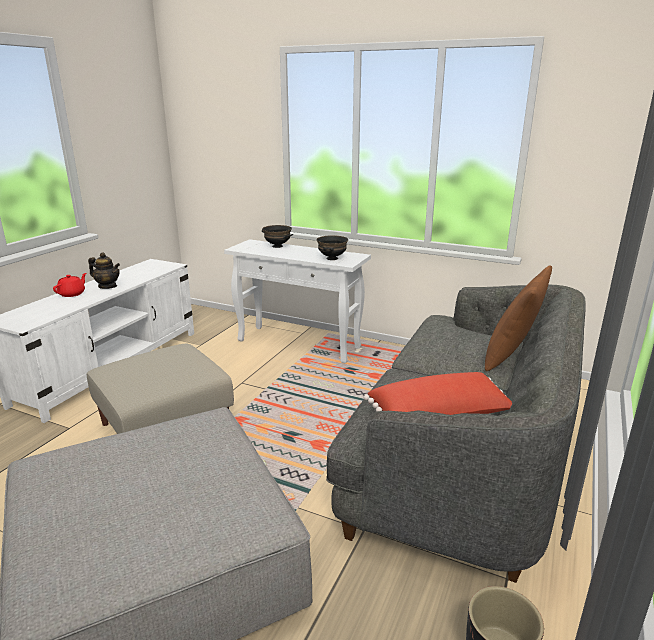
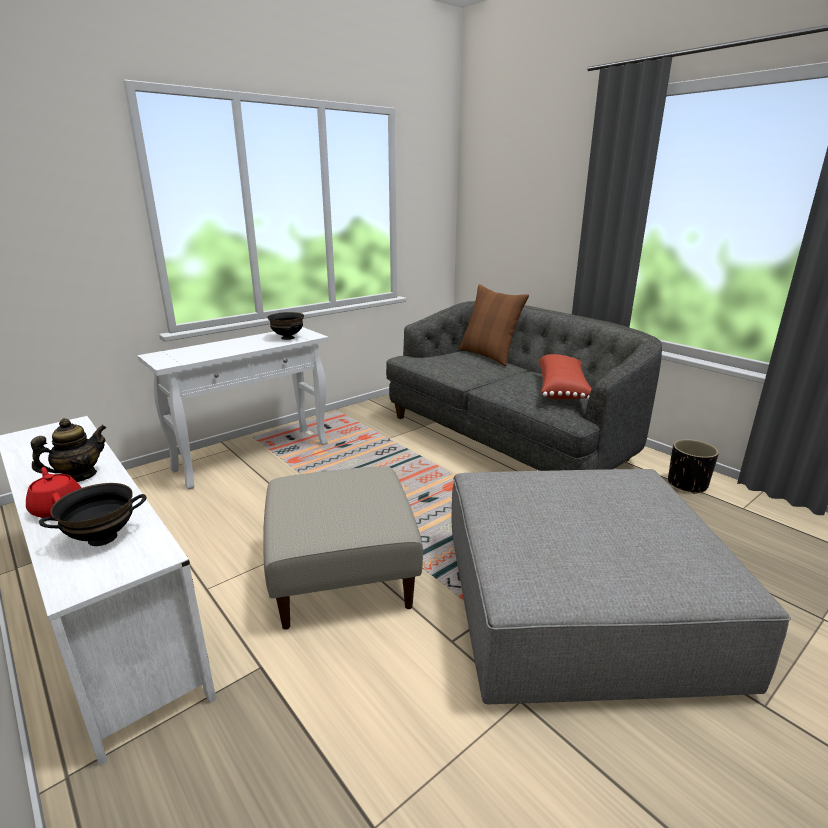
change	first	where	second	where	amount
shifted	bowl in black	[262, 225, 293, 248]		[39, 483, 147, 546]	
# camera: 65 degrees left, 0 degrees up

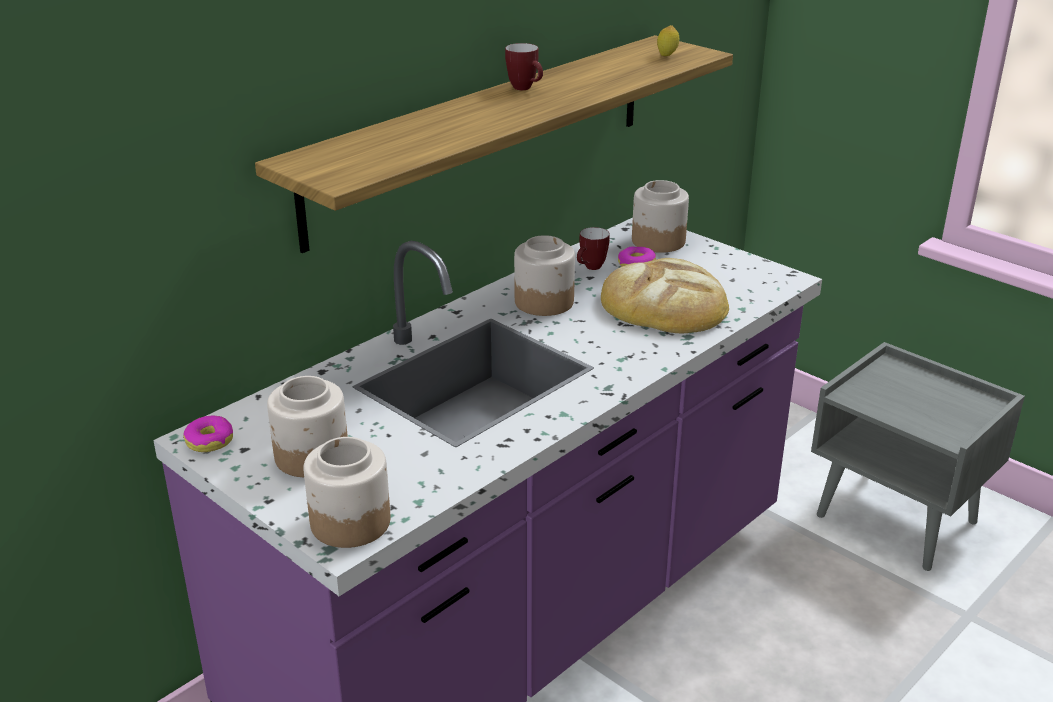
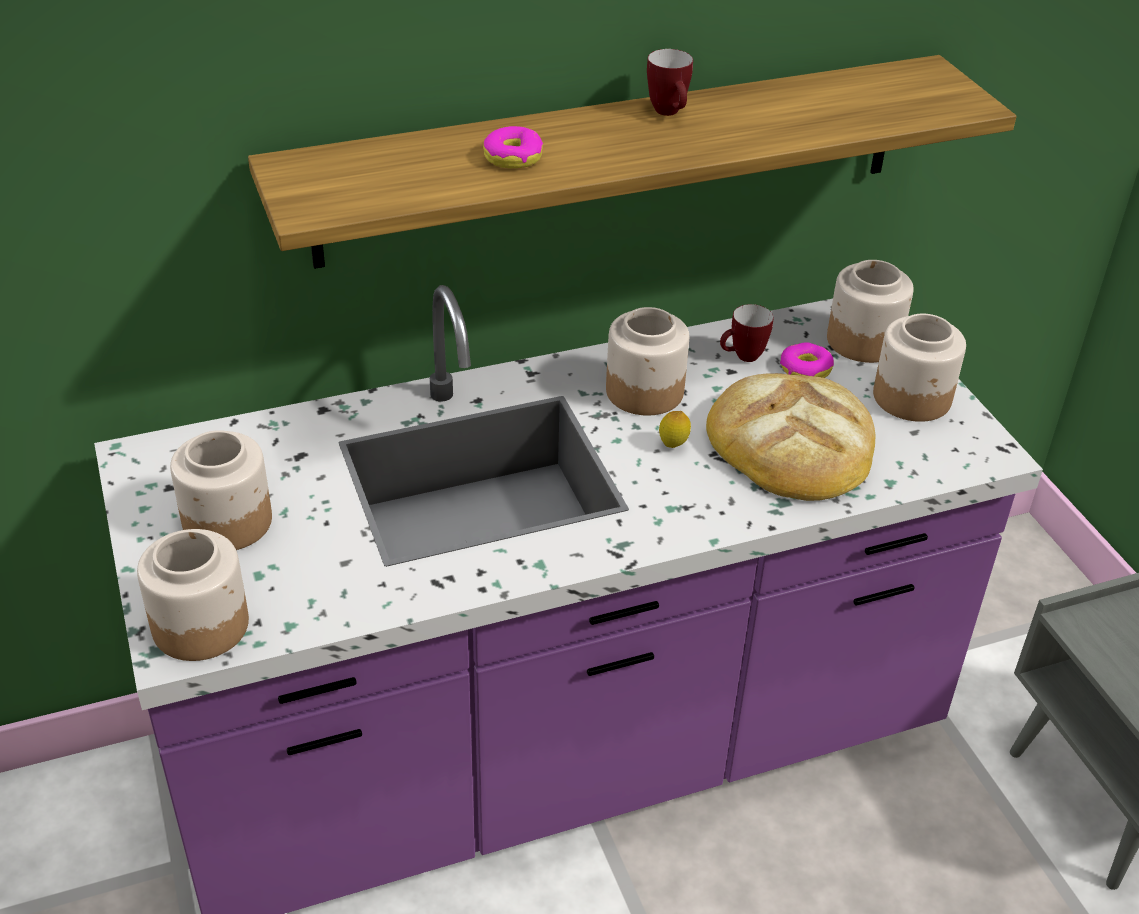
change	first	where	second	where	amount
shifted	ring doughnut	[183, 416, 233, 452]		[483, 126, 543, 168]	
shifted	lemon	[657, 25, 679, 56]		[659, 411, 691, 448]	
new			preserve jar	[873, 314, 966, 422]	
# camera: 25 degrees right, 10 degrees up

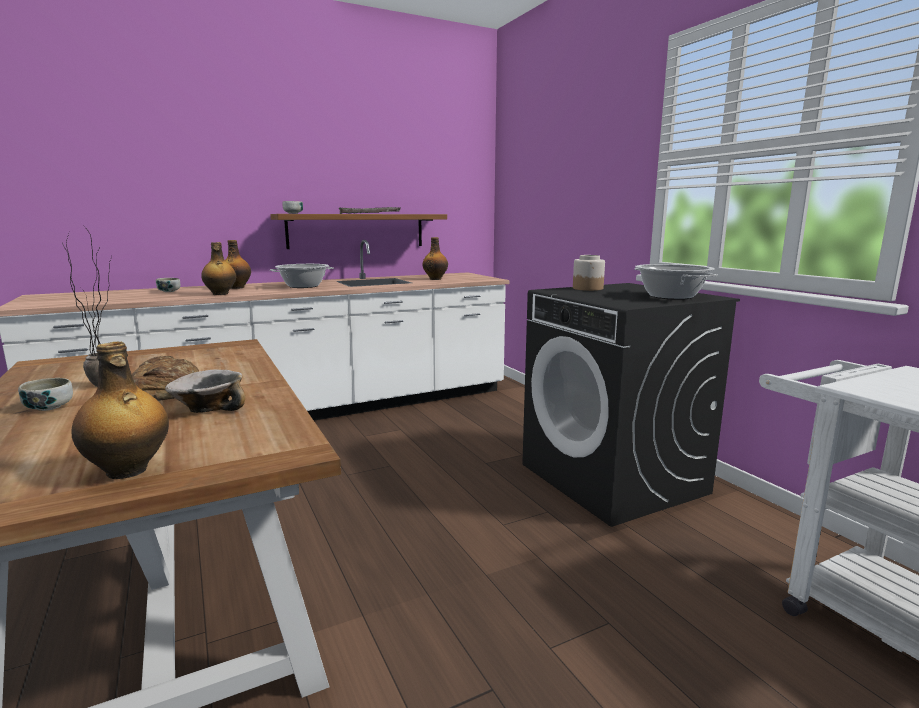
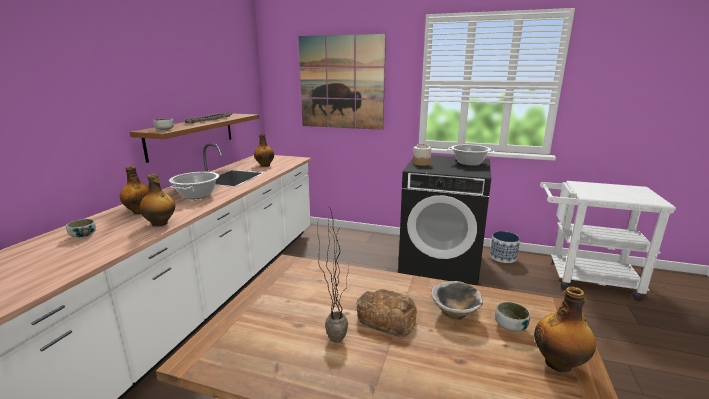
change	first	where	second	where	amount
shifted	bowl	[18, 378, 73, 411]		[495, 302, 531, 332]	
new			wall art	[298, 34, 386, 130]	
new			planter	[490, 231, 520, 263]	
# camera: 45 degrees left, 5 degrees up

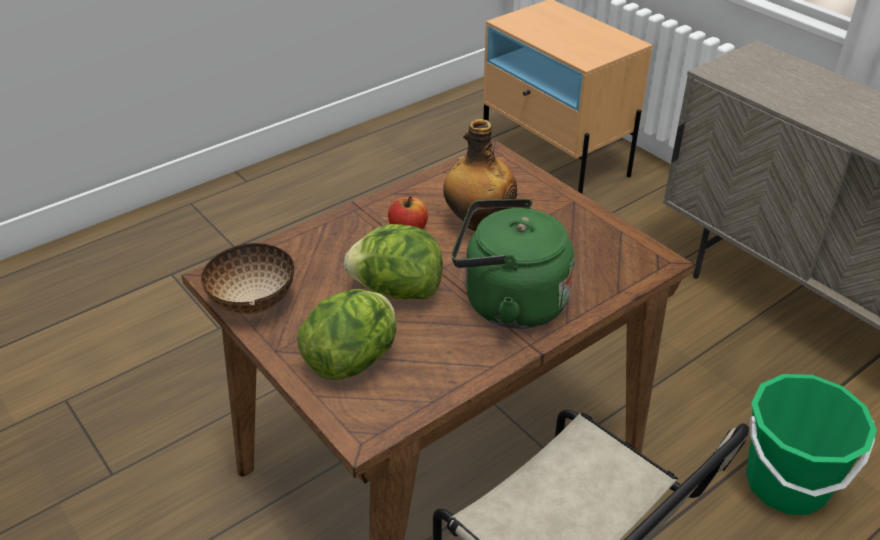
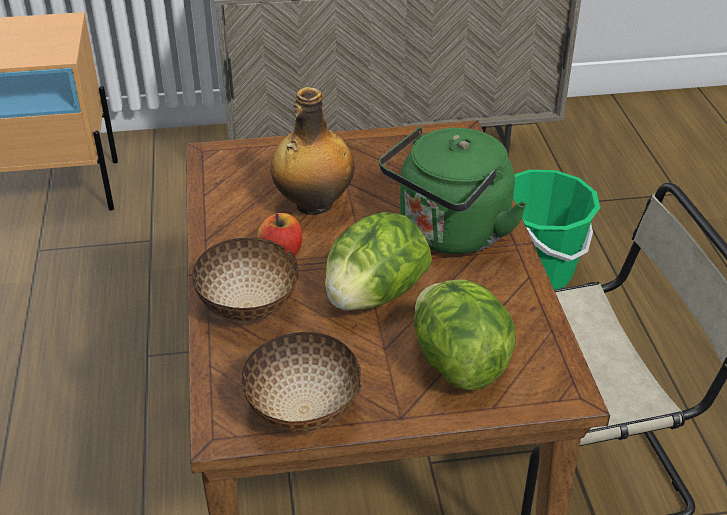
change	first	where	second	where	amount
new			bowl	[192, 238, 298, 321]	
# camera: 60 degrees left, 0 degrees up

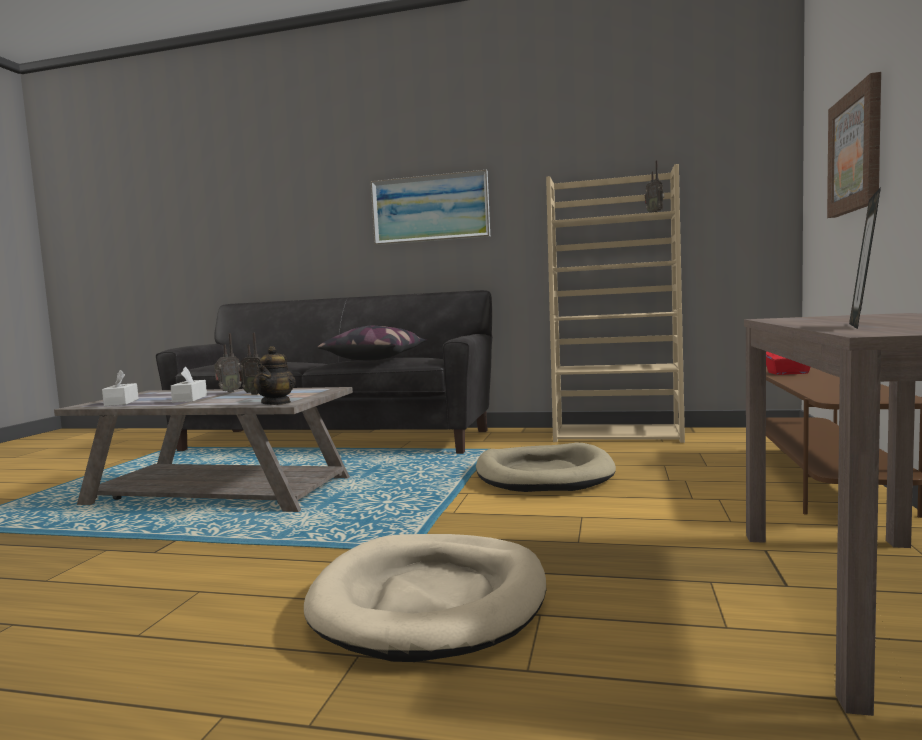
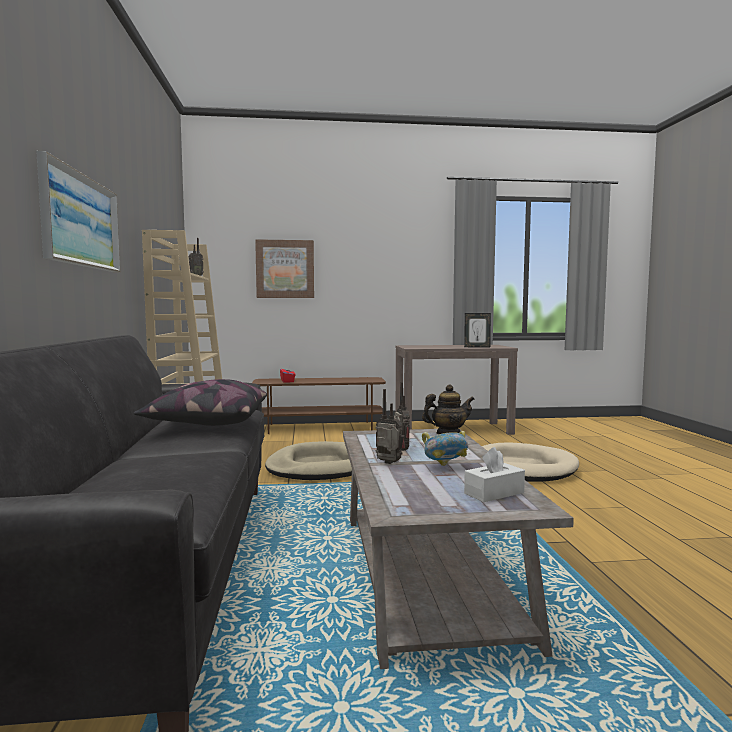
change	first	where	second	where	amount
swapped	box of tissues in whitish	[171, 367, 207, 403]	bowl	[422, 431, 468, 466]	
# camera: 110 degrees left, 0 degrees up

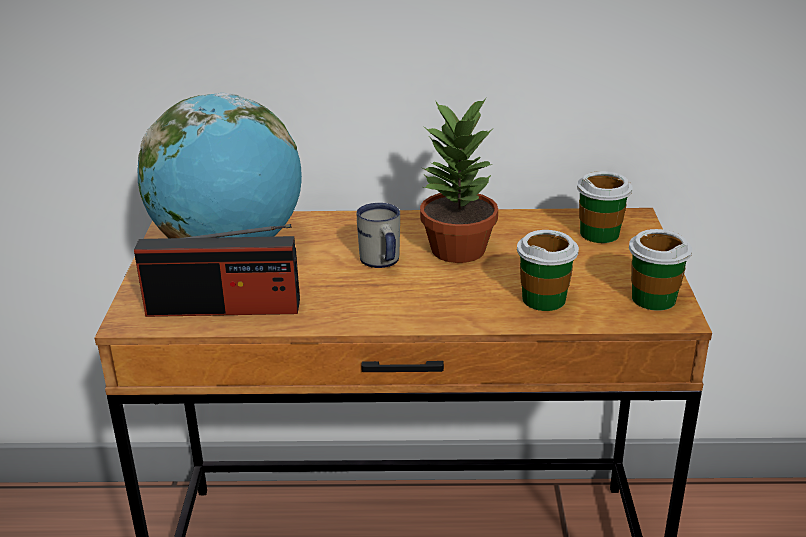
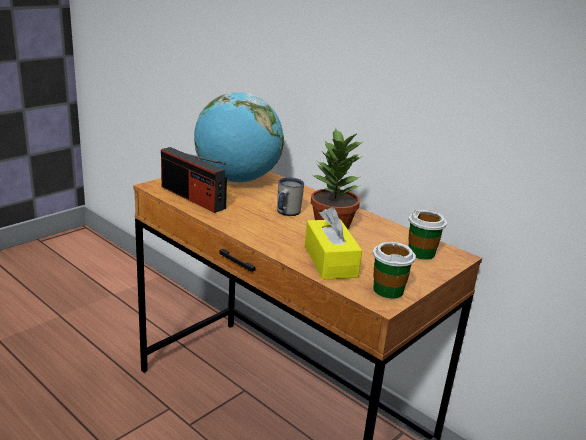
change	first	where	second	where	amount
swapped	drinking cup	[517, 230, 579, 311]	box of tissues in yellow-coloured	[305, 207, 362, 280]	
# camera: 40 degrees right, 5 degrees down

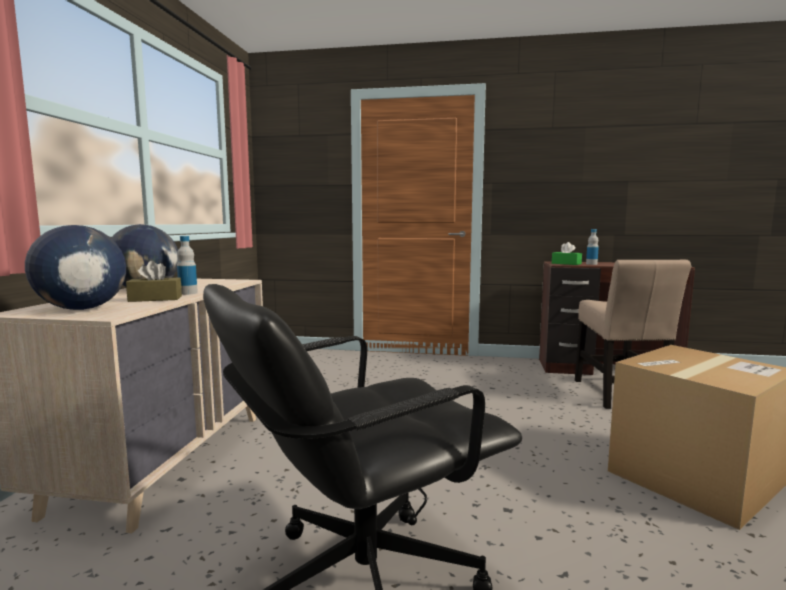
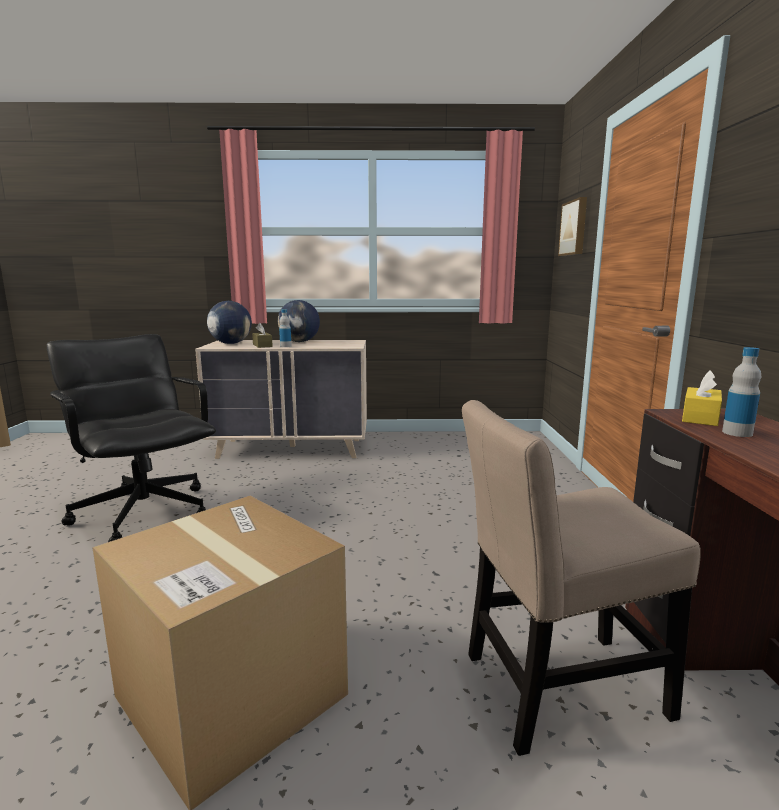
change	first	where	second	where	amount
repainted	box of tissues in greenish	[552, 242, 582, 265]	box of tissues in yellow-coloured	[682, 370, 722, 426]	
new			wall art	[558, 197, 587, 256]	
# camera: 80 degrees right, 5 degrees up

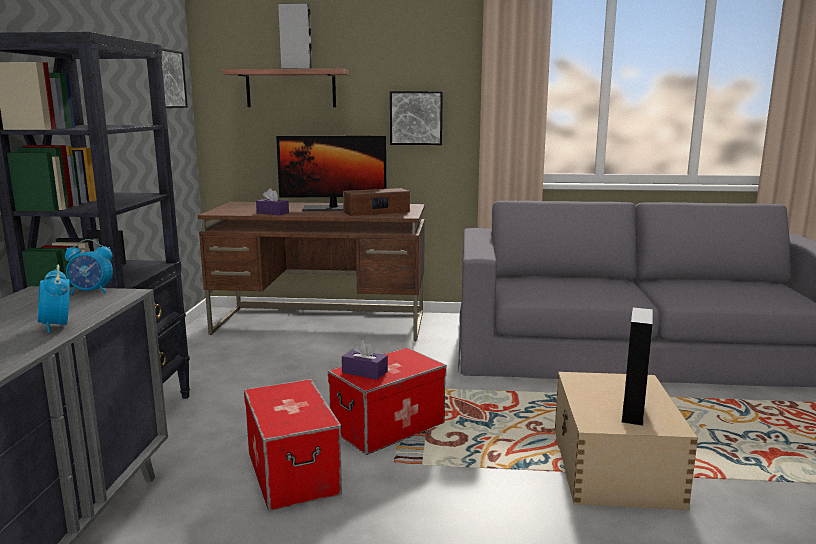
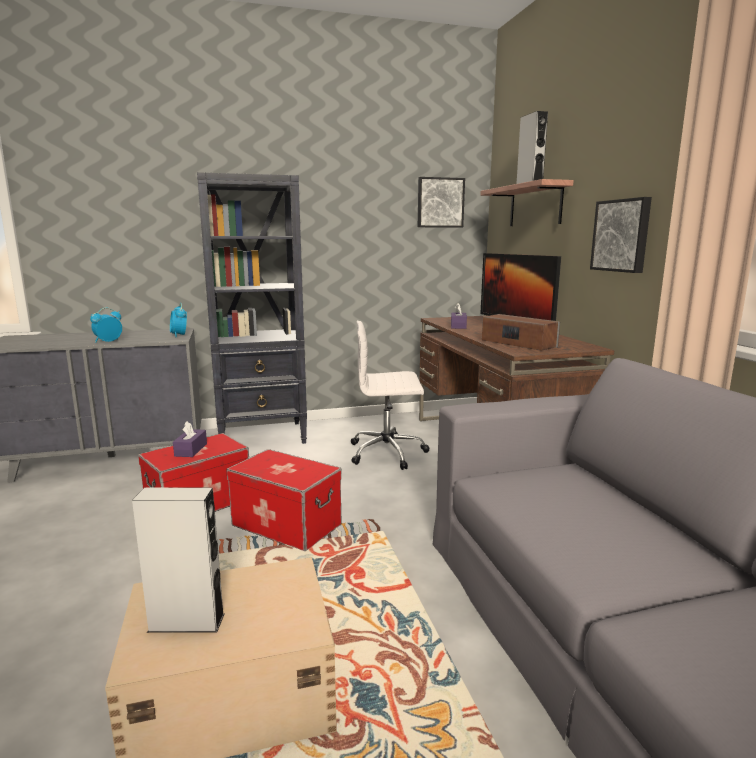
change	first	where	second	where	amount
shifted	box of tissues in purple	[342, 340, 388, 380]		[173, 421, 207, 457]	
new			office chair in whitish	[351, 321, 430, 470]	
# camera: 70 degrees right, 0 degrees up

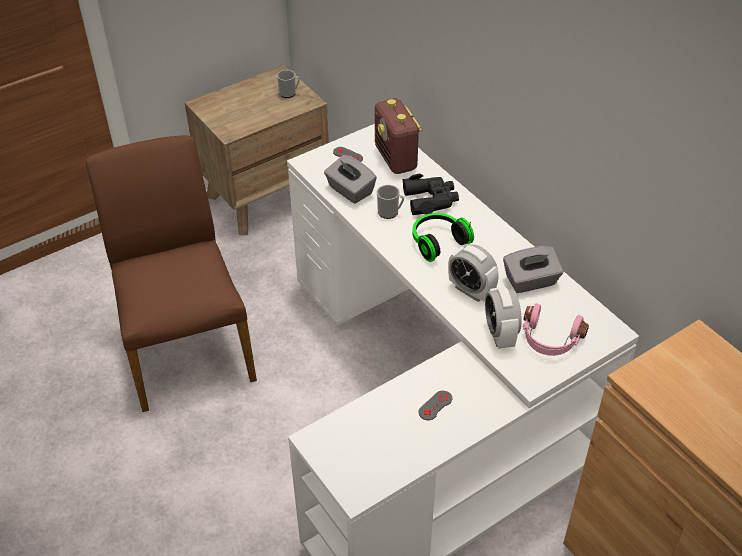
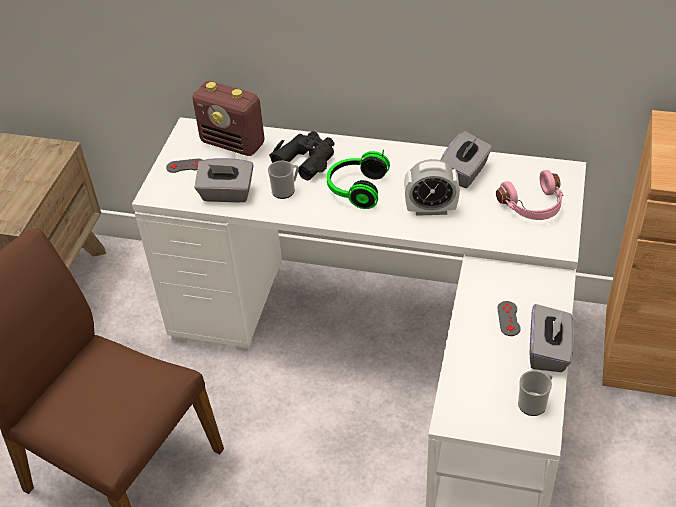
change	first	where	second	where	amount
shifted	coffee mug	[277, 70, 300, 98]		[518, 370, 552, 416]	
gone	bedside clock	[485, 287, 522, 349]			
new			box of tissues in greyish	[530, 304, 574, 372]	
# camera: 40 degrees left, 0 degrees up

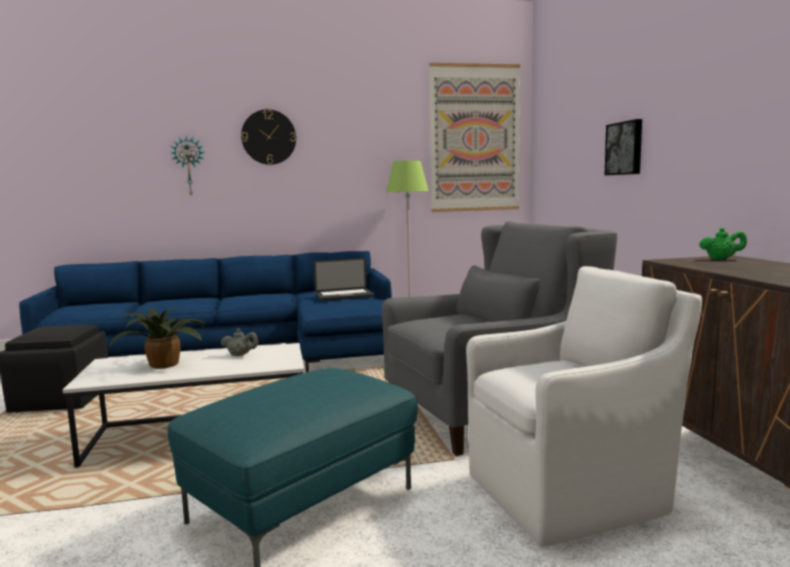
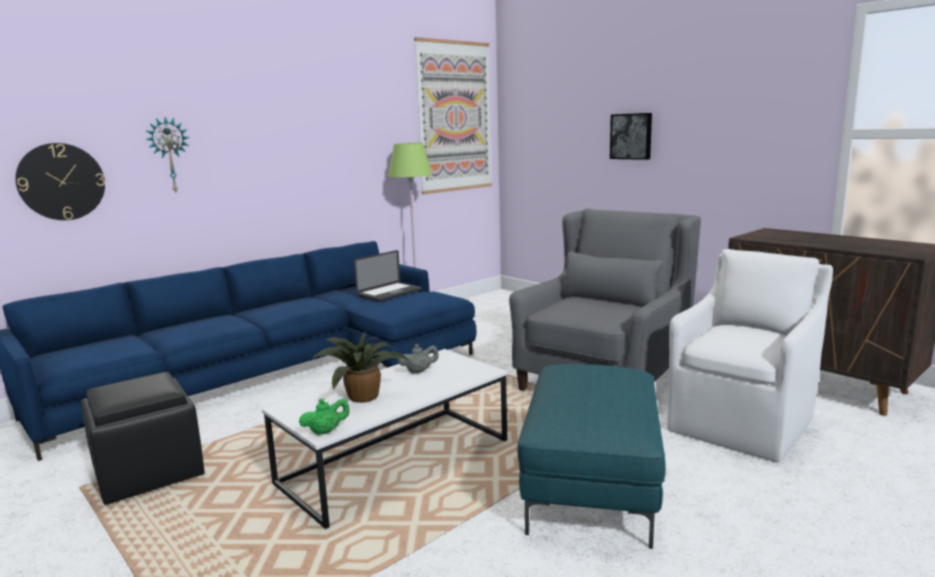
change	first	where	second	where	amount
shifted	hanging clock	[241, 109, 296, 165]		[15, 143, 105, 220]	
shifted	pot for tea in greenish	[699, 228, 747, 260]		[299, 398, 350, 435]	
# camera: 30 degrees left, 5 degrees up

